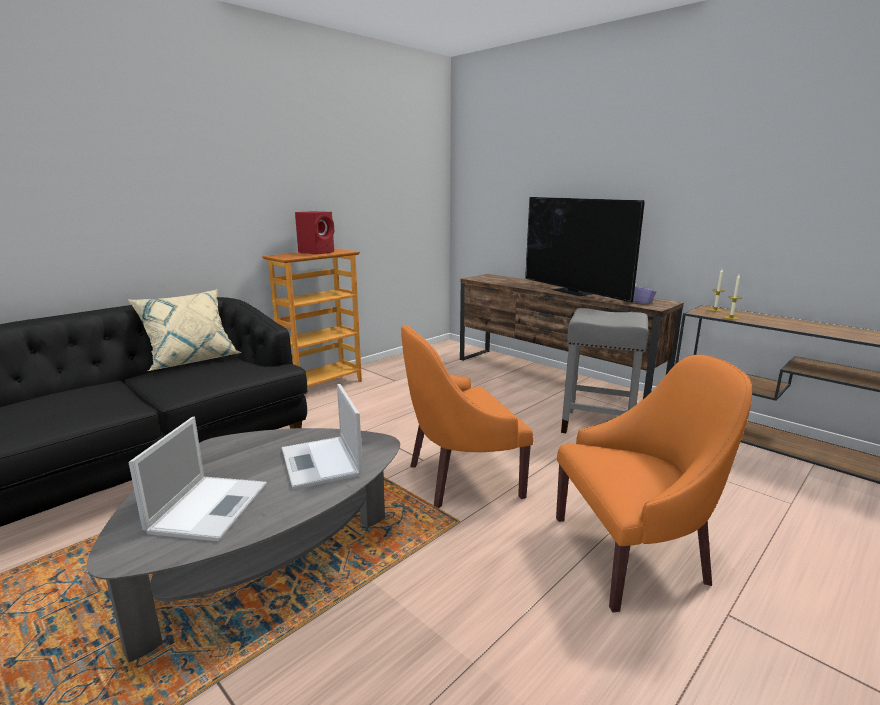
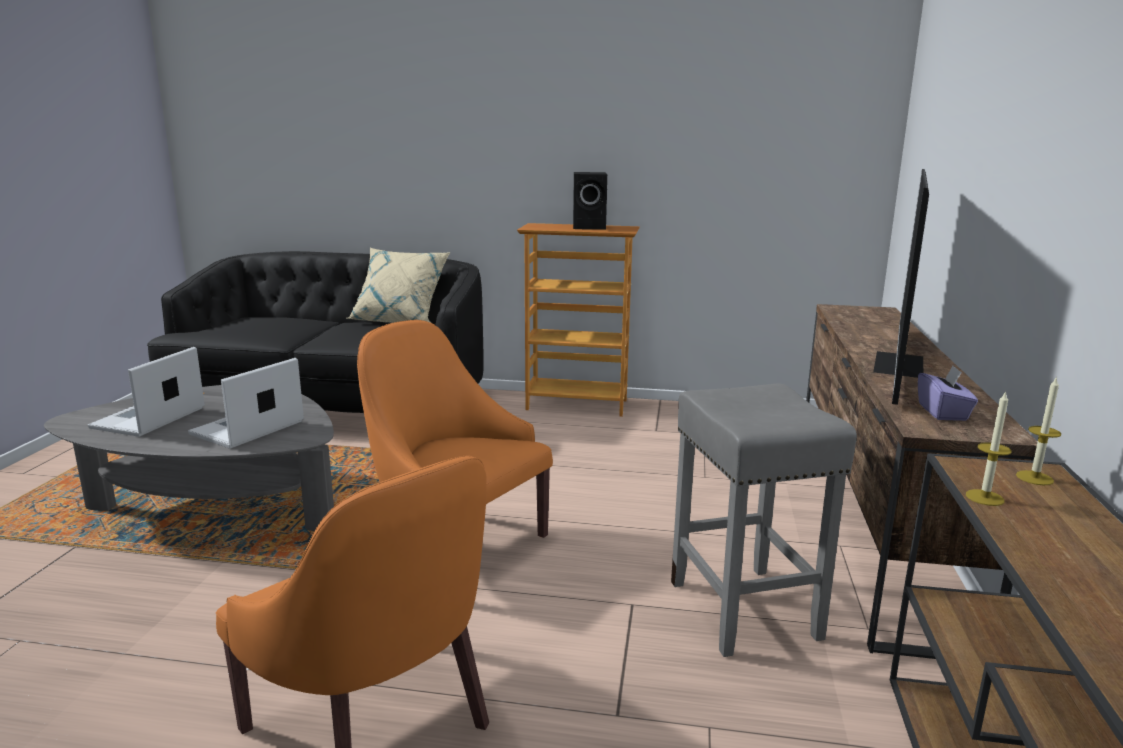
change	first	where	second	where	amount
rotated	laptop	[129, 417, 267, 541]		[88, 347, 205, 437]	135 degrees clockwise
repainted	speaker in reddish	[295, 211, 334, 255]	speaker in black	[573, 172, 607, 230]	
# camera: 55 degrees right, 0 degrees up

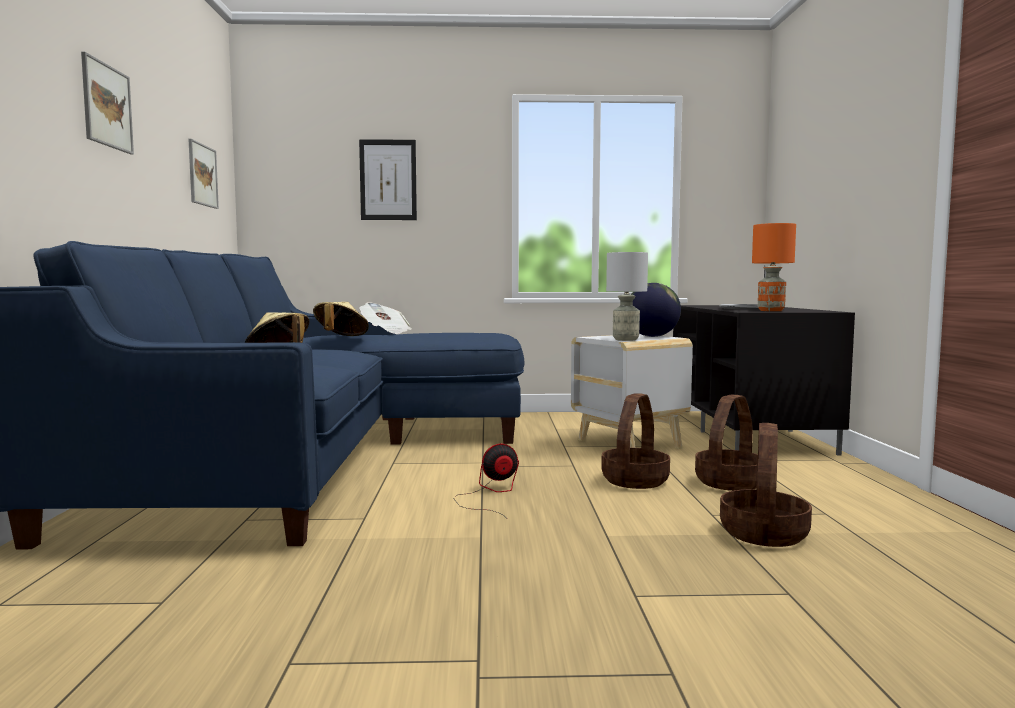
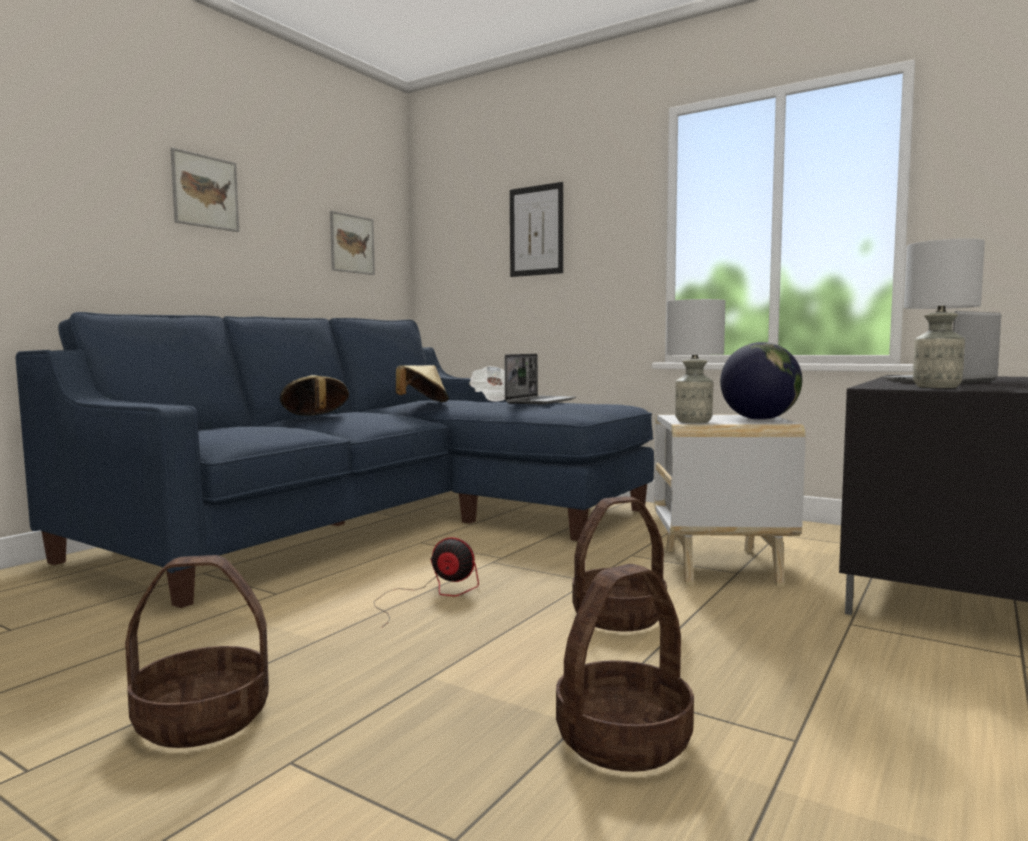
change	first	where	second	where	amount
shifted	household basket	[695, 395, 758, 491]		[125, 555, 269, 748]	
repainted	lamp for a table in orangey	[752, 223, 796, 311]	lamp for a table in greyish	[904, 238, 985, 388]	
new			laptop	[505, 354, 576, 404]	
# camera: 35 degrees right, 0 degrees up

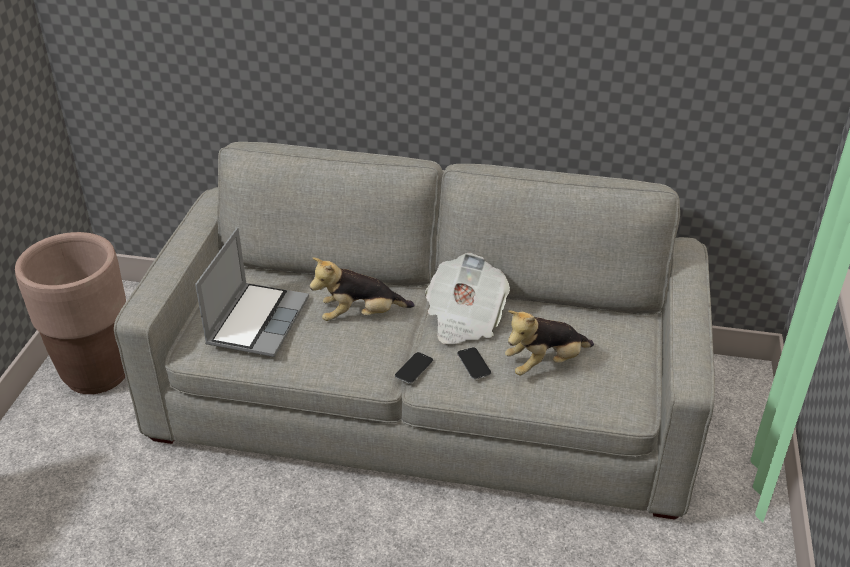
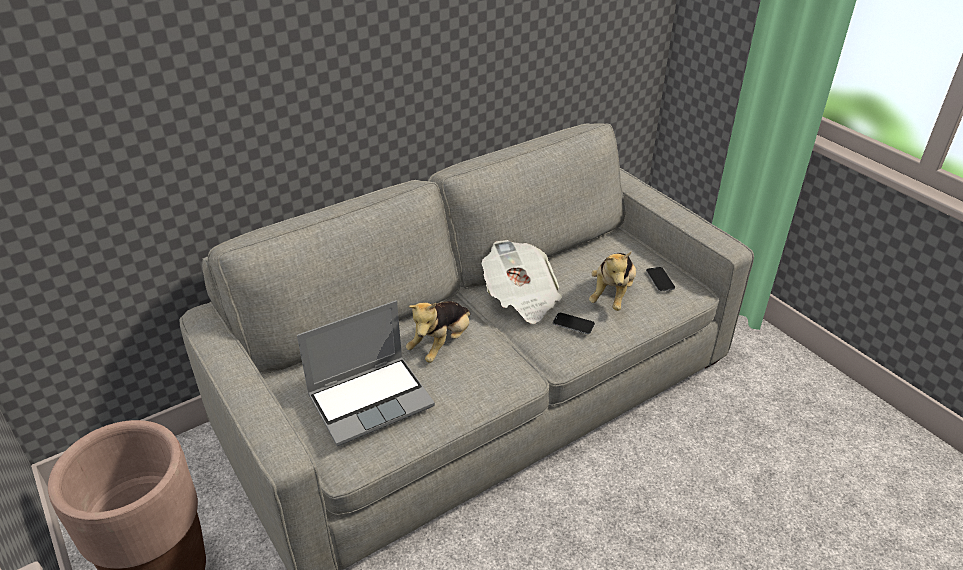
change	first	where	second	where	amount
rotated	laptop	[195, 227, 309, 357]		[297, 300, 435, 446]	90 degrees clockwise
shifted	telephone	[395, 352, 433, 384]		[646, 267, 675, 291]	
# camera: 45 degrees left, 0 degrees up

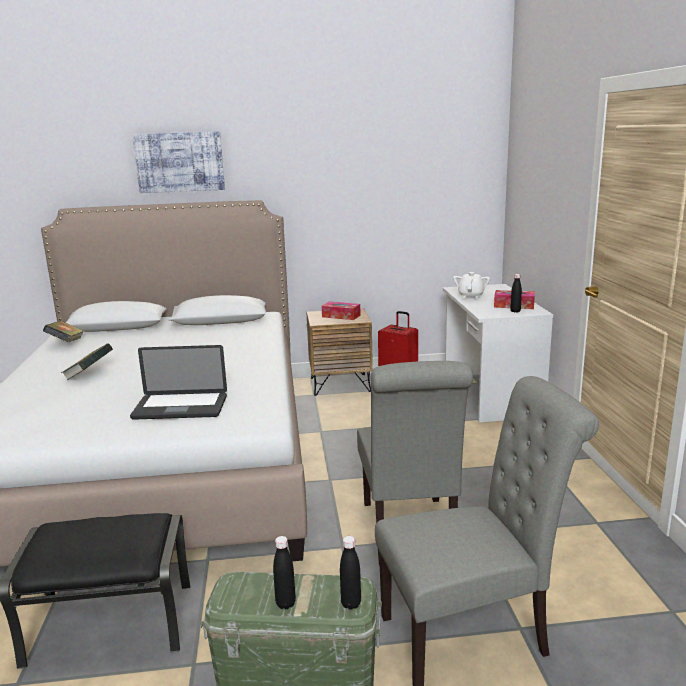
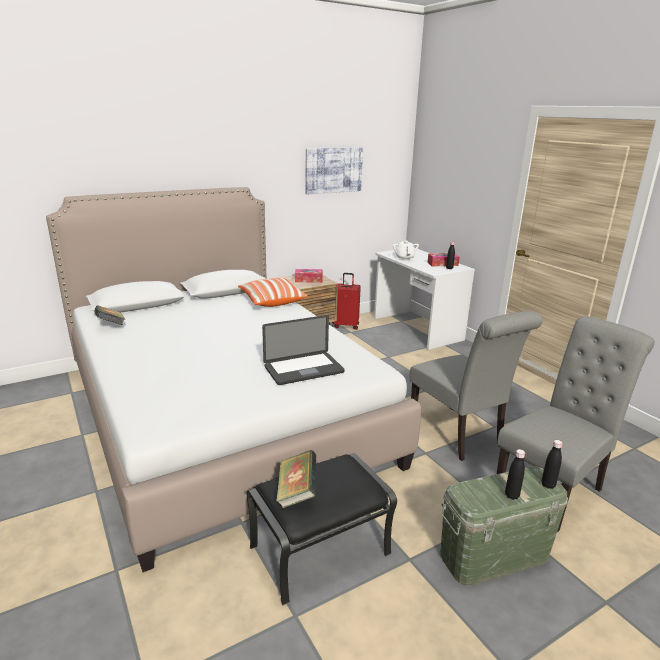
change	first	where	second	where	amount
shifted	book	[61, 343, 113, 380]		[276, 450, 316, 508]	
shifted	wall art	[132, 131, 225, 193]		[306, 147, 363, 194]	
new			throw pillow	[238, 278, 307, 307]	
# camera: 25 degrees left, 5 degrees up

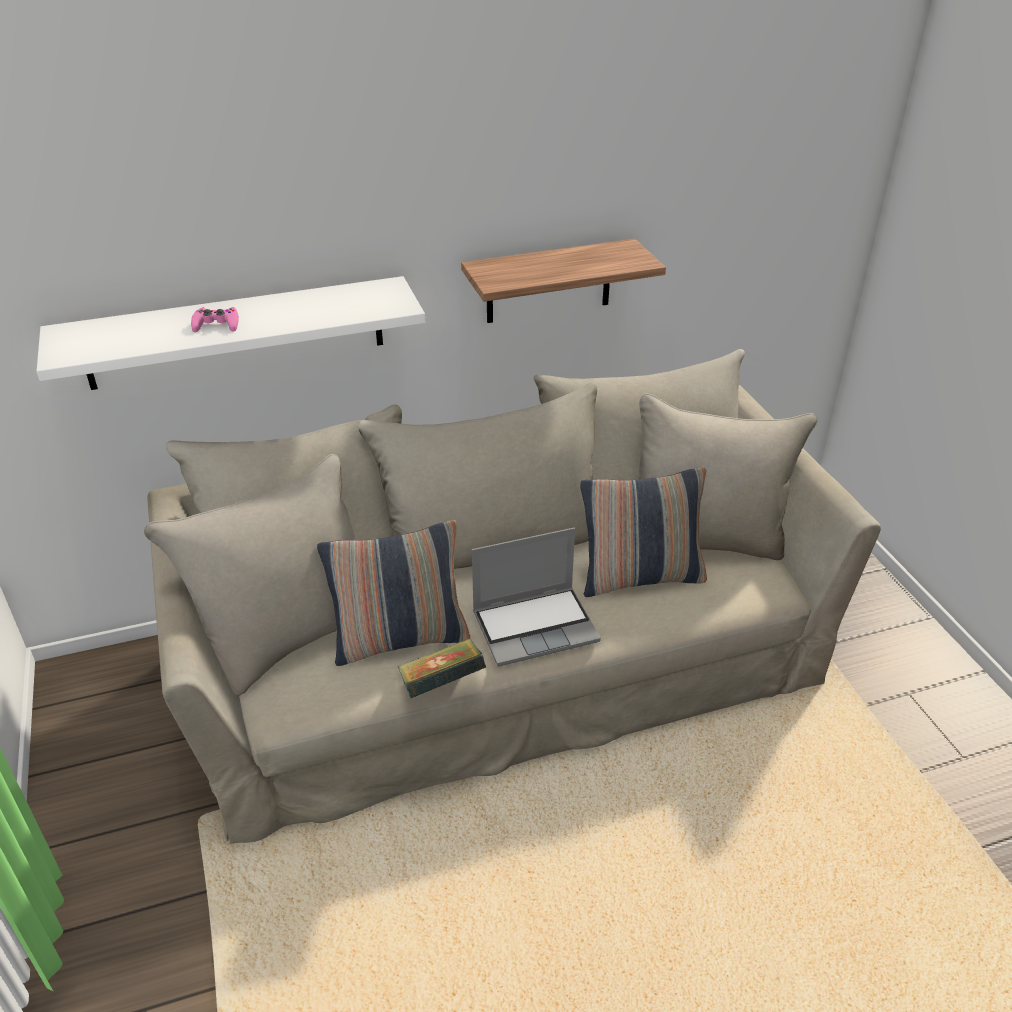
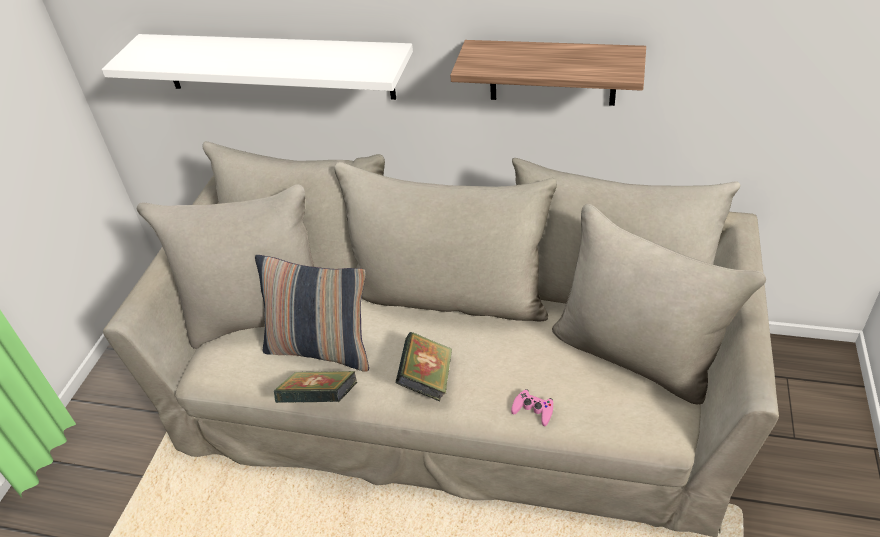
change	first	where	second	where	amount
shifted	game controller in pink	[191, 307, 239, 332]		[511, 389, 553, 426]	
swapped	laptop	[472, 528, 601, 666]	book	[395, 332, 452, 402]	
gone	throw pillow	[580, 467, 707, 597]			
# camera: 35 degrees right, 5 degrees up

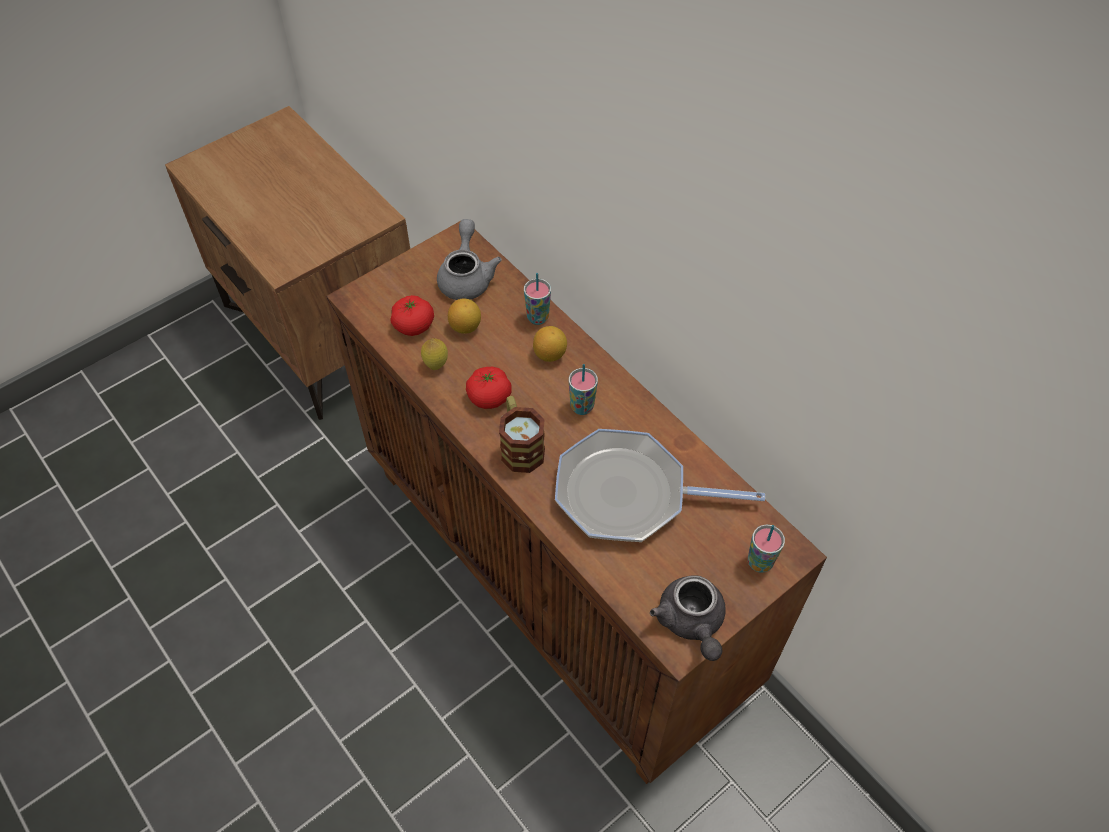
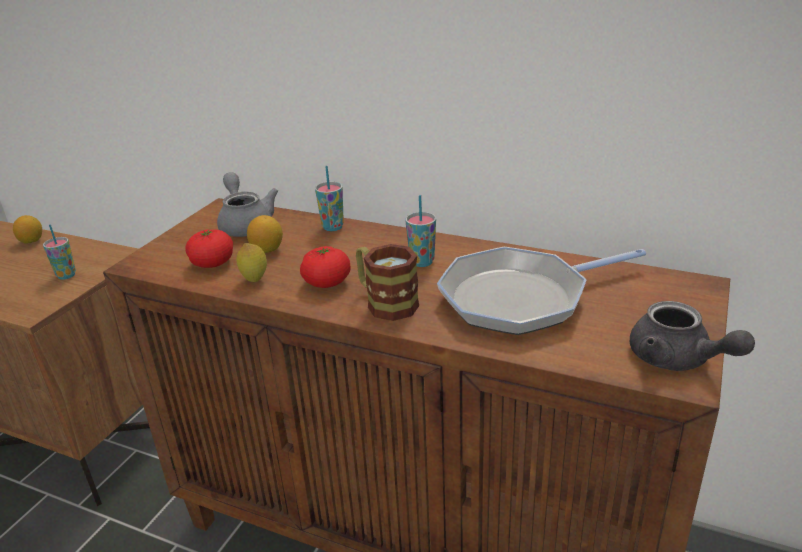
change	first	where	second	where	amount
shifted	lemon	[533, 326, 567, 362]		[13, 215, 42, 243]	
shifted	drinking cup	[748, 525, 785, 573]		[43, 225, 76, 279]	
# camera: 25 degrees left, 25 degrees down

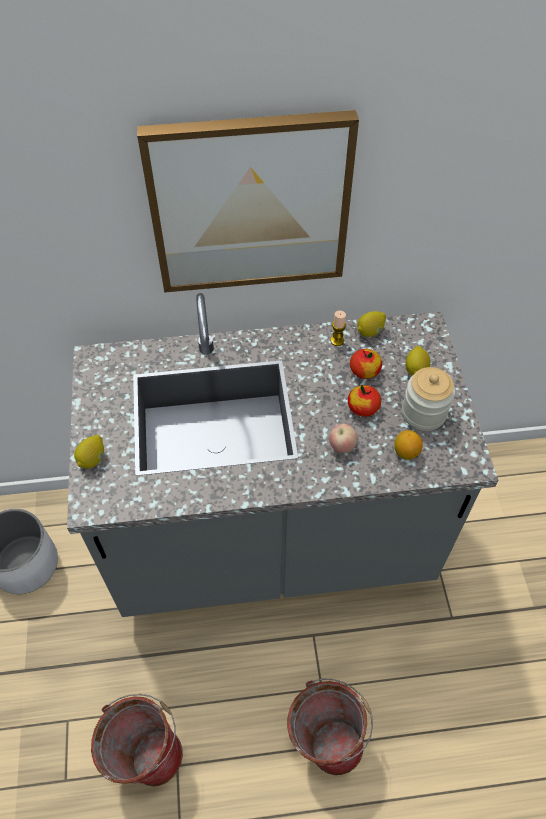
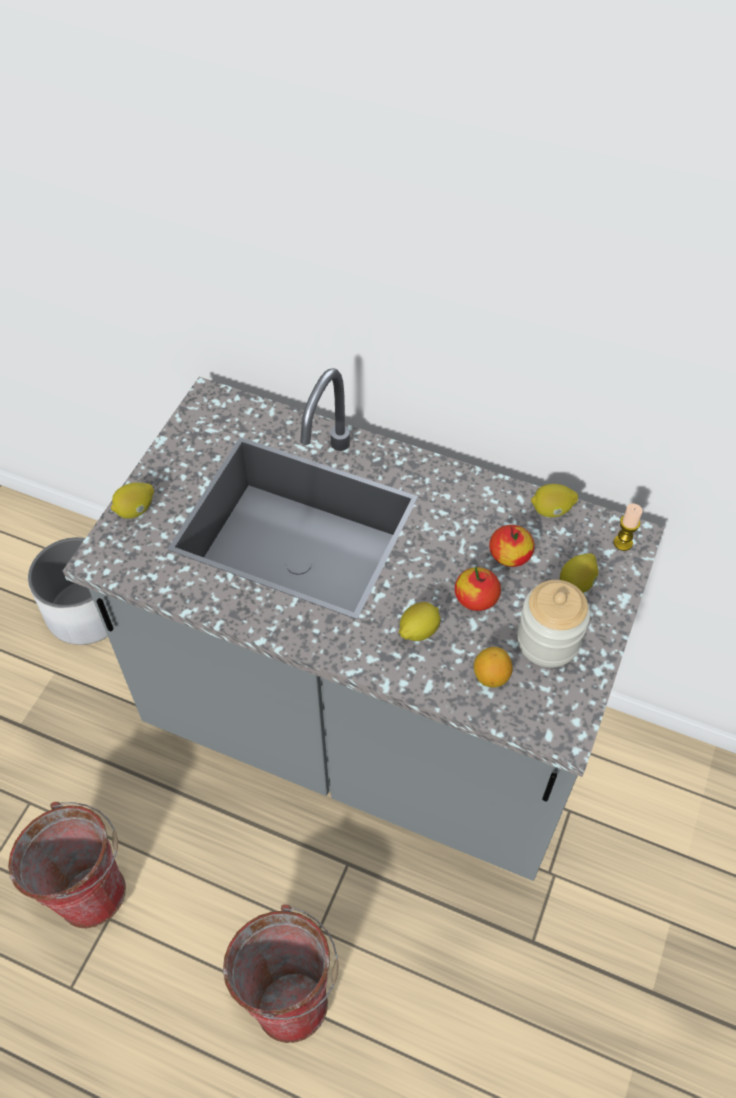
change	first	where	second	where	amount
gone	wall art	[137, 110, 359, 292]			
swapped	apple fruit	[329, 423, 358, 453]	lemon	[399, 602, 440, 641]	
shifted	wax light	[331, 311, 346, 346]		[613, 504, 643, 551]	
# camera: 30 degrees right, 0 degrees up

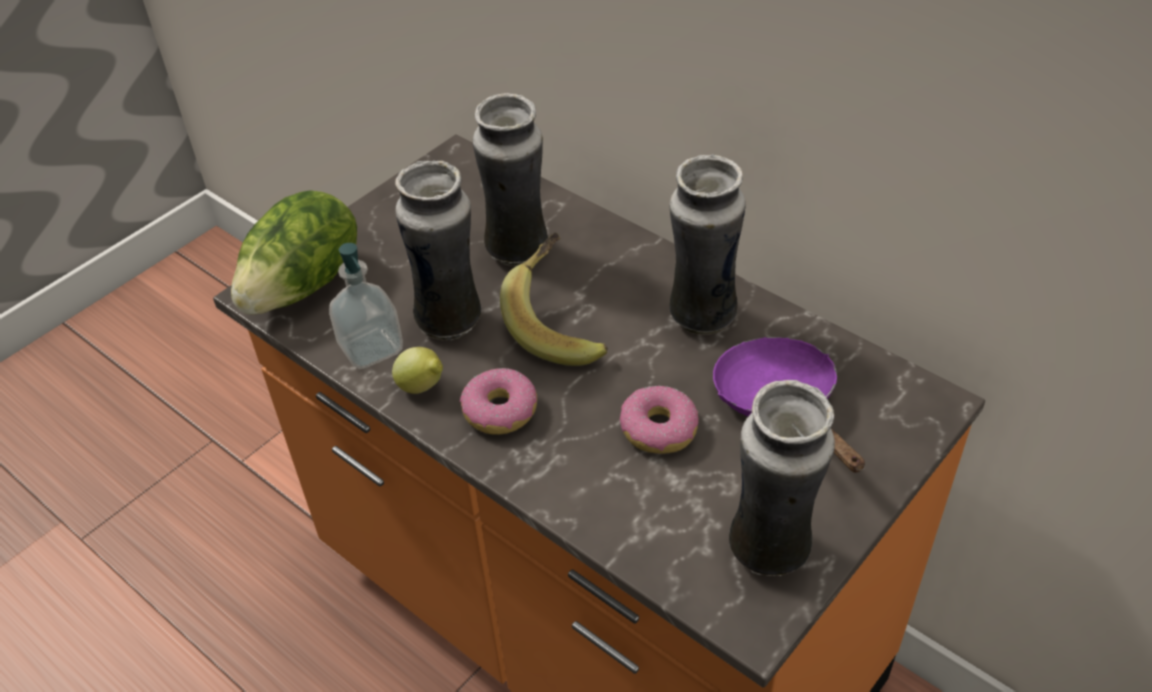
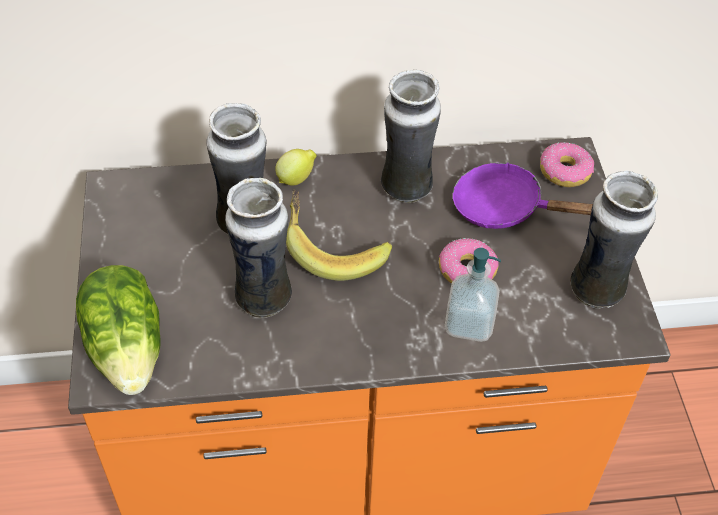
change	first	where	second	where	amount
shifted	soap dispenser	[329, 243, 403, 369]		[445, 248, 501, 342]	
shifted	lemon	[392, 347, 443, 394]		[275, 149, 317, 186]	
shifted	ring doughnut	[460, 368, 537, 435]		[540, 142, 594, 187]	
# camera: 50 degrees left, 5 degrees up

